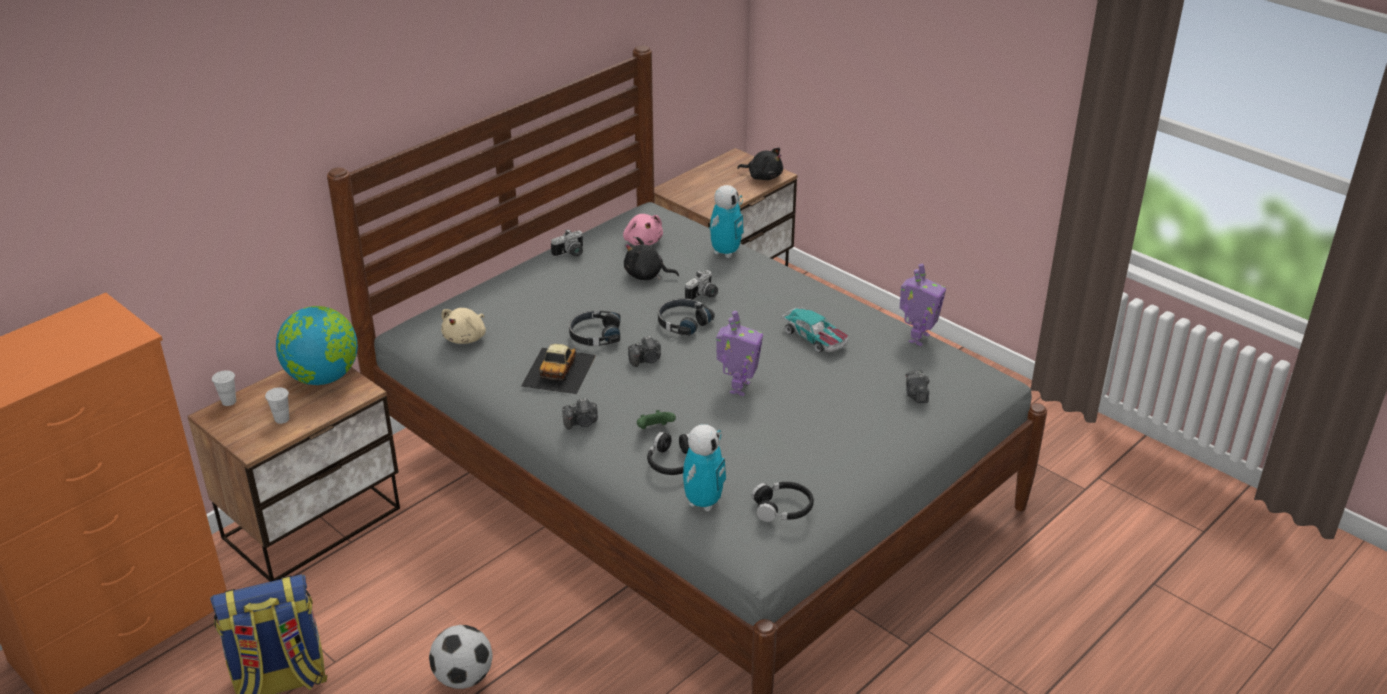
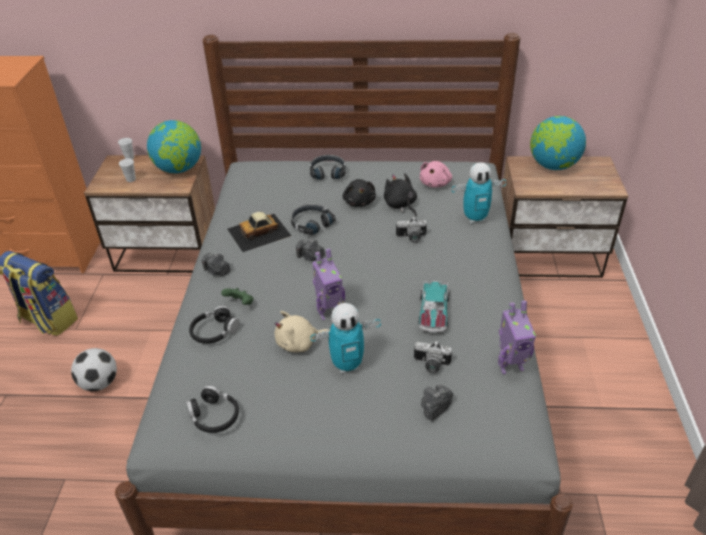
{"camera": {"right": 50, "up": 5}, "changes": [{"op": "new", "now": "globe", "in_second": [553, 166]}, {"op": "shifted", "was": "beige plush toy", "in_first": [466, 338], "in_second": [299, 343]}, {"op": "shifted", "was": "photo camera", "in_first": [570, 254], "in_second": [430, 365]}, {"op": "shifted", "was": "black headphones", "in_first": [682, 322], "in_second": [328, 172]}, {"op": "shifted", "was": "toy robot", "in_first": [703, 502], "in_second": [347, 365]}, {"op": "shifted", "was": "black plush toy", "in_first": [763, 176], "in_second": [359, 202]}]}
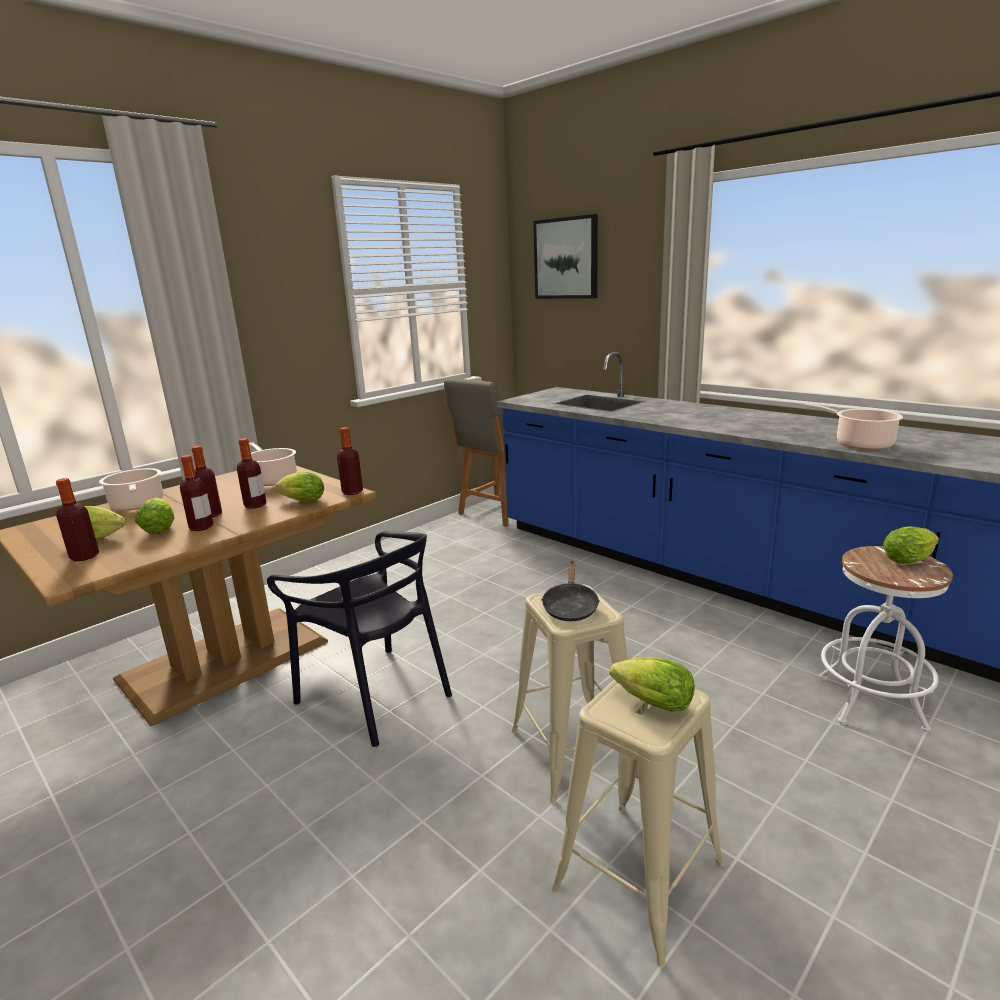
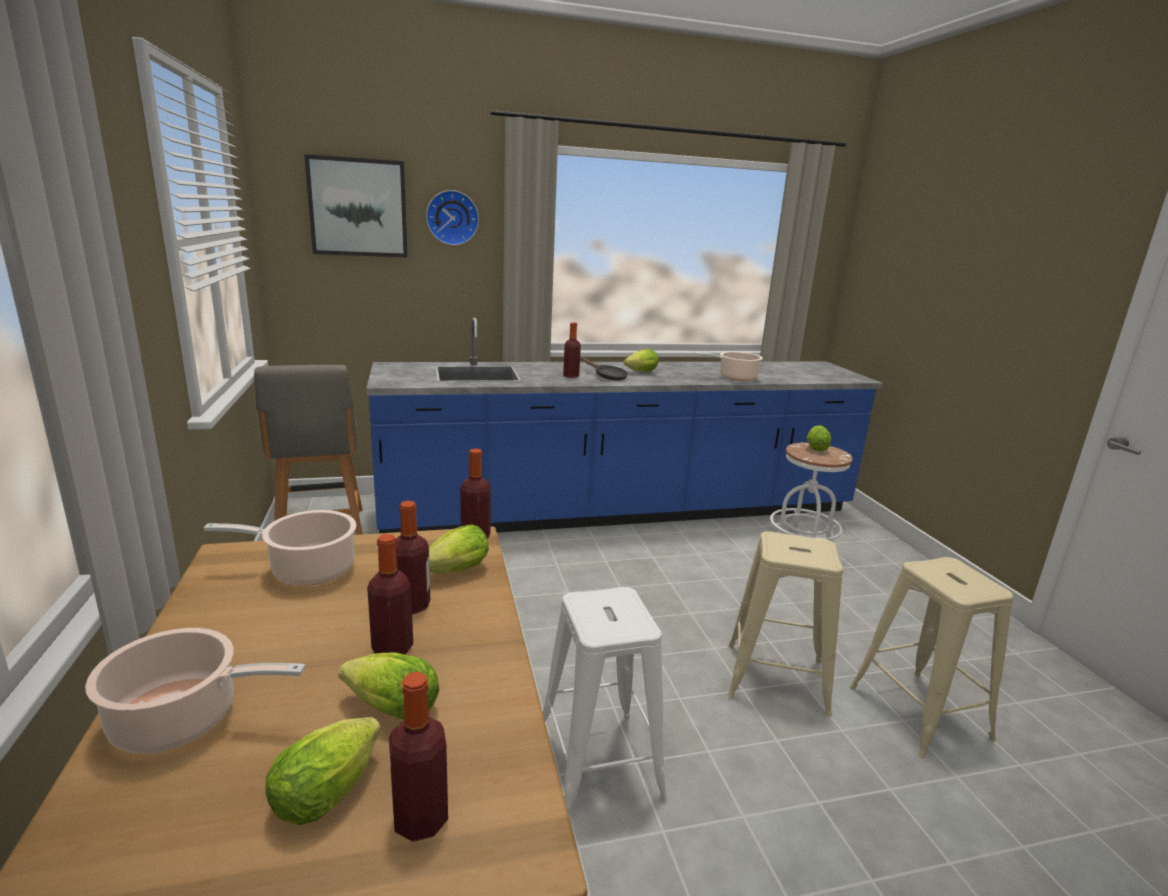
{"camera": {"right": -60, "up": 0}, "changes": [{"op": "new", "now": "wall clock", "in_second": [452, 218]}, {"op": "shifted", "was": "bottle", "in_first": [201, 527], "in_second": [571, 376]}, {"op": "shifted", "was": "black frying pan", "in_first": [570, 606], "in_second": [607, 377]}, {"op": "shifted", "was": "lettuce", "in_first": [649, 702], "in_second": [639, 372]}, {"op": "swapped", "was": "black chair", "now": "white stool", "in_first": [376, 695], "in_second": [598, 763]}]}
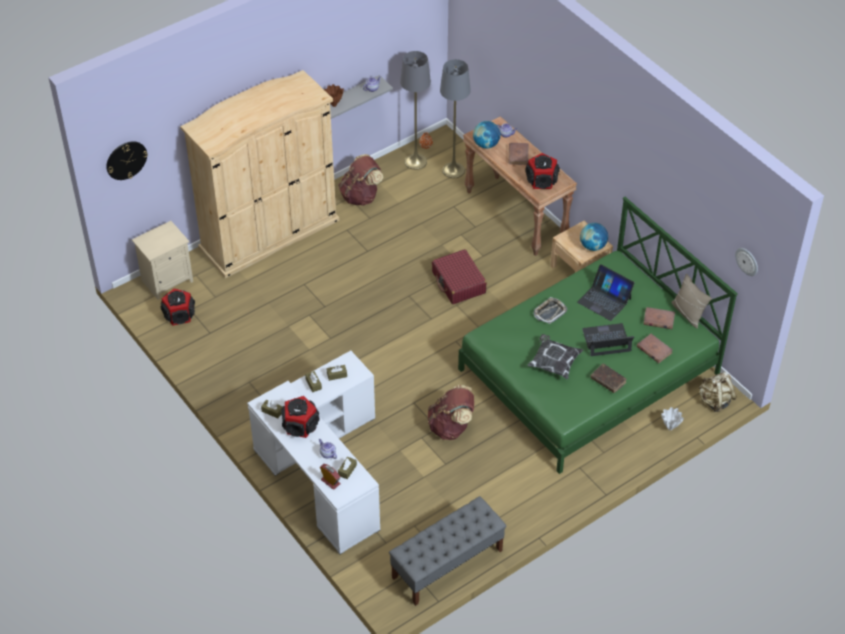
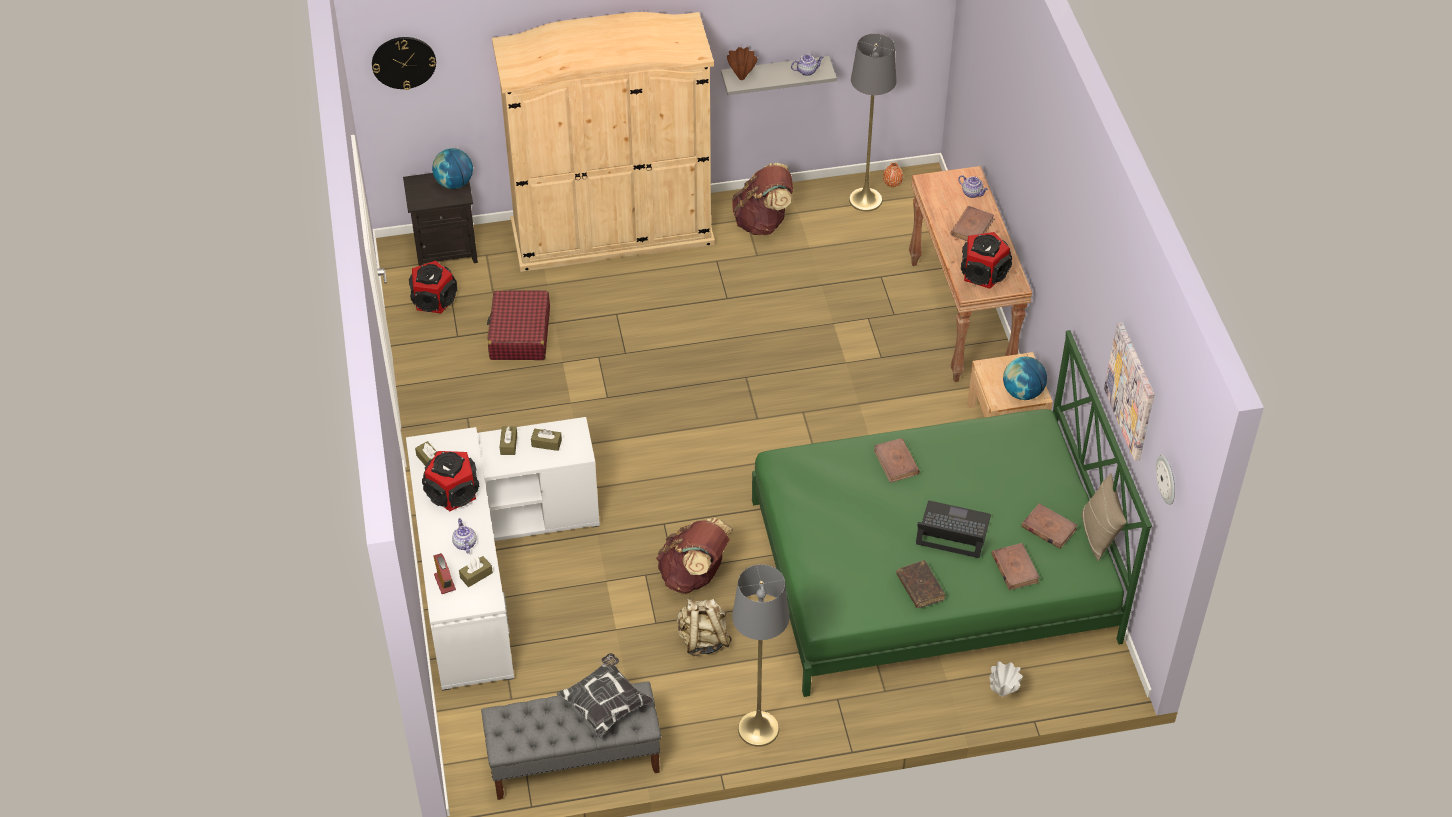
{"camera": {"right": 25, "up": 0}, "changes": [{"op": "gone", "was": "laptop", "in_first": [604, 300]}, {"op": "new", "now": "picture", "in_second": [1131, 390]}, {"op": "shifted", "was": "red suitcase", "in_first": [458, 283], "in_second": [519, 334]}, {"op": "shifted", "was": "grey floor lamp", "in_first": [453, 170], "in_second": [758, 729]}, {"op": "shifted", "was": "globe", "in_first": [486, 144], "in_second": [454, 183]}, {"op": "shifted", "was": "pillow", "in_first": [554, 363], "in_second": [606, 704]}, {"op": "shifted", "was": "beige backpack", "in_first": [714, 401], "in_second": [703, 639]}, {"op": "swapped", "was": "tray", "now": "brown book", "in_first": [549, 312], "in_second": [896, 462]}, {"op": "repainted", "was": "beige nightstand", "now": "black nightstand", "in_first": [167, 280], "in_second": [447, 250]}]}
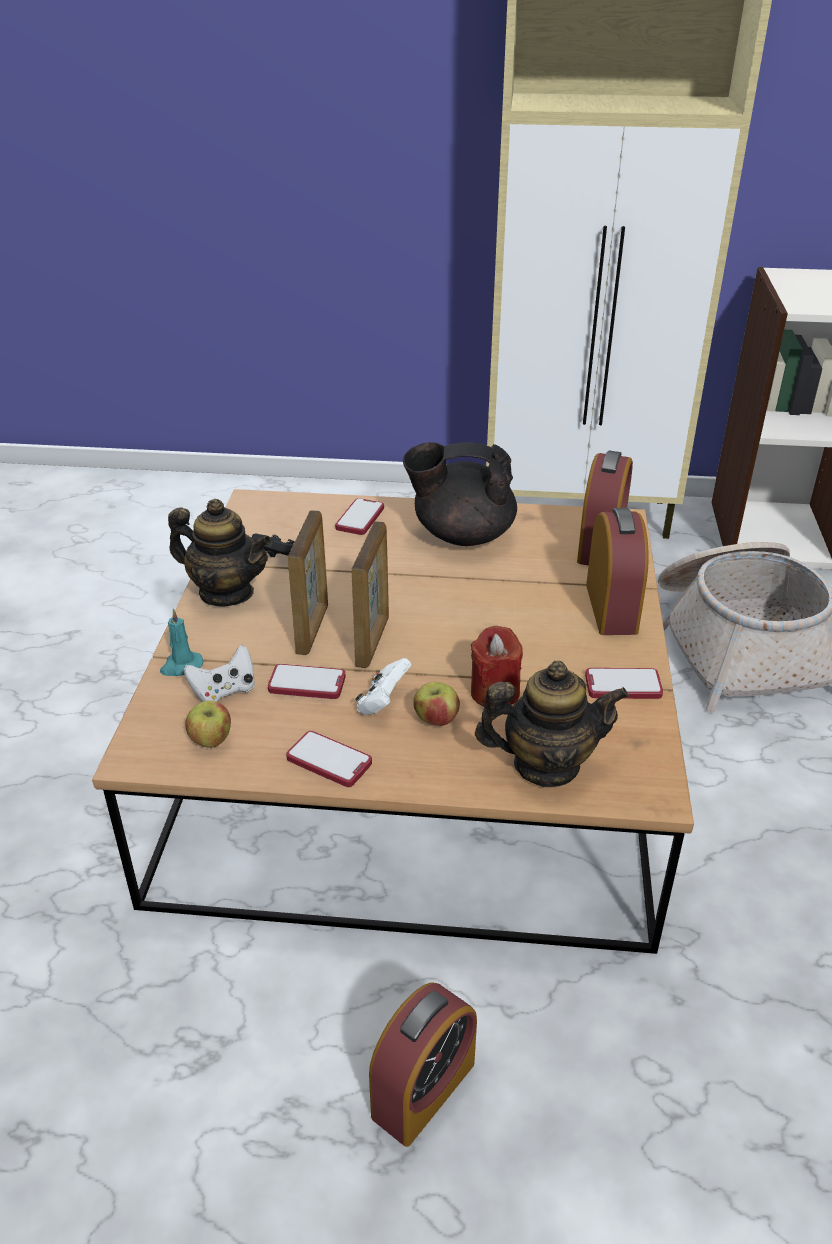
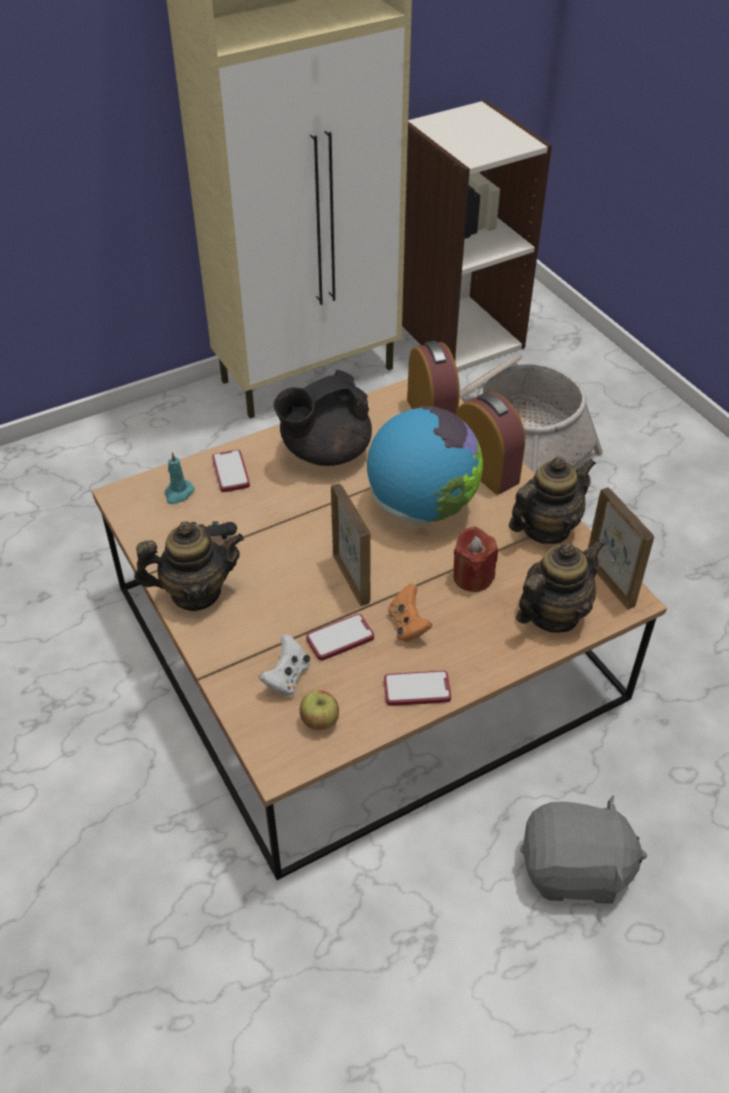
{"camera": {"right": -35, "up": 10}, "changes": [{"op": "gone", "was": "apple", "in_first": [436, 720]}, {"op": "new", "now": "globe", "in_second": [422, 507]}, {"op": "shifted", "was": "turquoise candle", "in_first": [181, 666], "in_second": [178, 493]}, {"op": "shifted", "was": "picture frame", "in_first": [313, 629], "in_second": [610, 582]}, {"op": "swapped", "was": "alarm clock", "now": "grey plush toy", "in_first": [423, 1089], "in_second": [575, 870]}, {"op": "swapped", "was": "phone", "now": "teapot", "in_first": [623, 685], "in_second": [545, 528]}, {"op": "repainted", "was": "white game controller", "now": "orange game controller", "in_first": [382, 703], "in_second": [408, 625]}]}
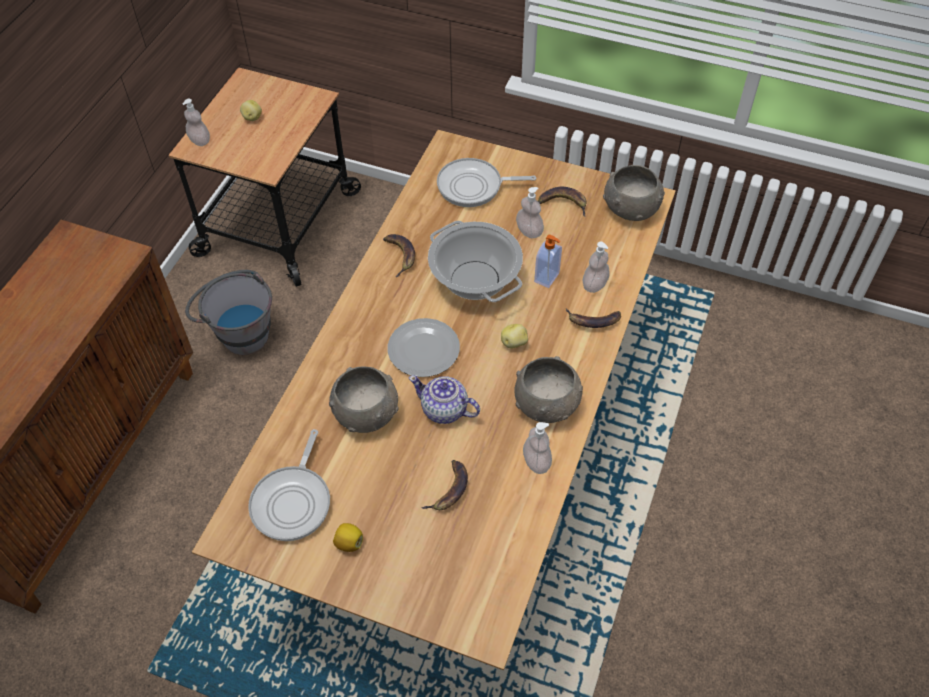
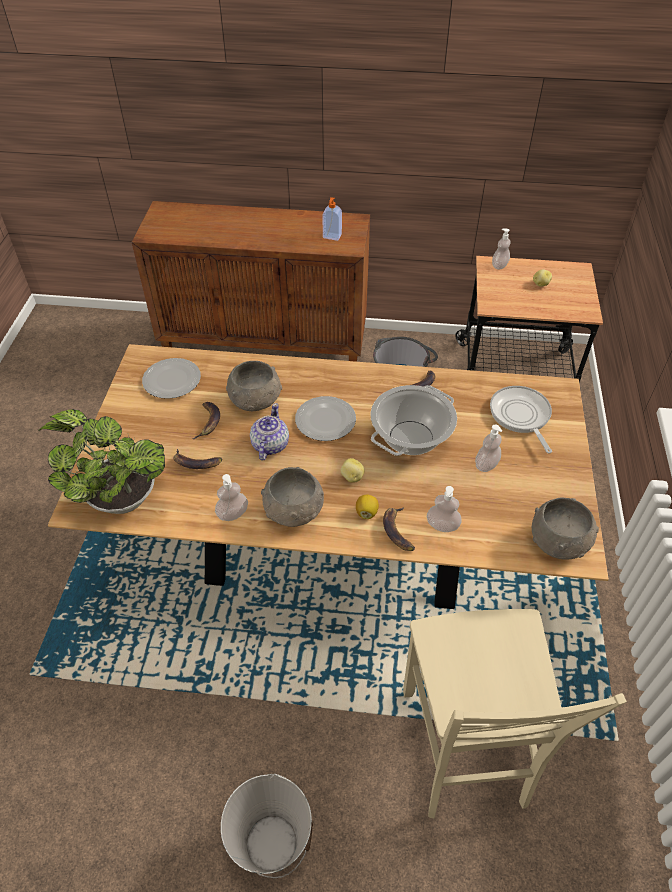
{"camera": {"right": 75, "up": -5}, "changes": [{"op": "new", "now": "potted plant", "in_second": [119, 498]}, {"op": "new", "now": "bucket", "in_second": [272, 842]}, {"op": "new", "now": "beige chair", "in_second": [465, 749]}, {"op": "shifted", "was": "lemon", "in_first": [349, 543], "in_second": [366, 512]}, {"op": "shifted", "was": "soap dispenser", "in_first": [547, 278], "in_second": [332, 236]}, {"op": "shifted", "was": "banana", "in_first": [563, 203], "in_second": [208, 422]}, {"op": "swapped", "was": "frying pan", "now": "plate", "in_first": [293, 501], "in_second": [172, 380]}]}
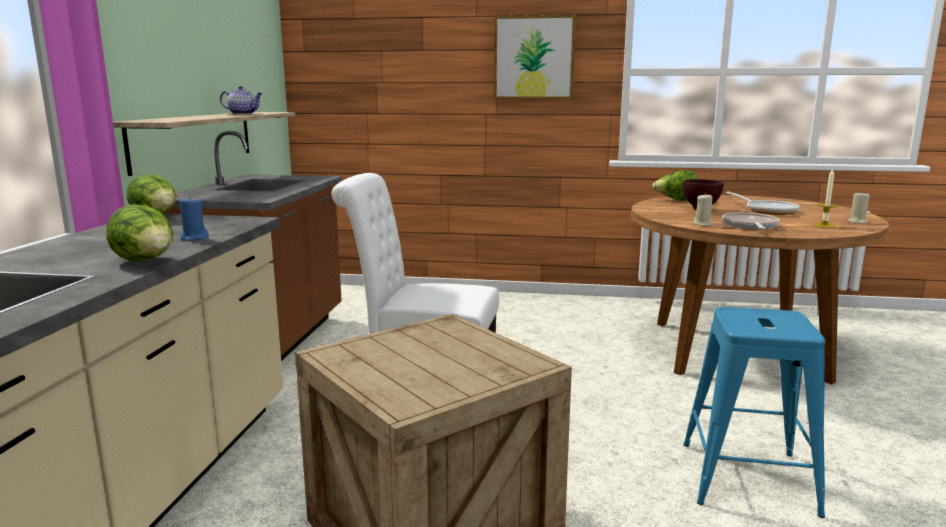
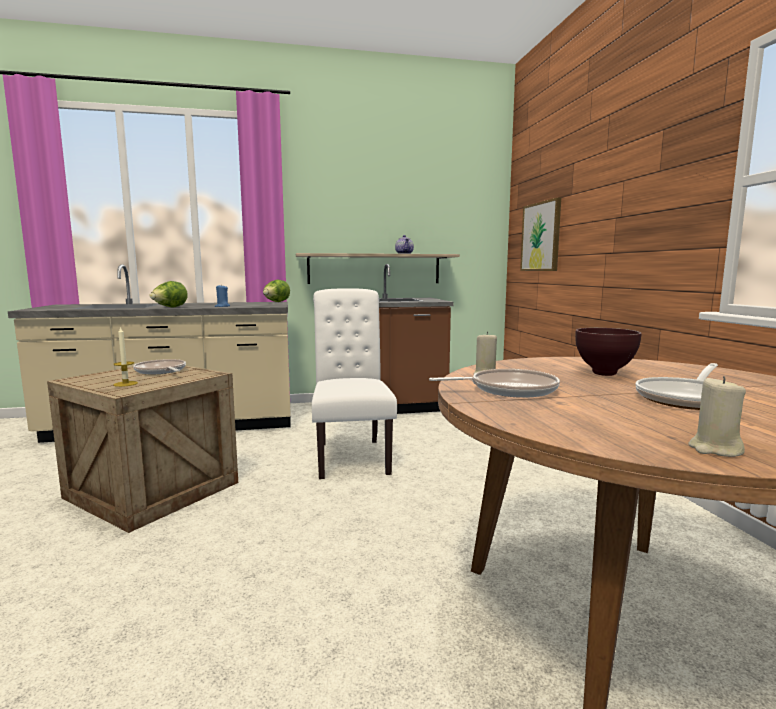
{"camera": {"right": 70, "up": -5}, "changes": [{"op": "gone", "was": "lettuce", "in_first": [676, 200]}, {"op": "gone", "was": "blue stool", "in_first": [746, 477]}, {"op": "new", "now": "frying pan", "in_second": [161, 371]}, {"op": "shifted", "was": "picture", "in_first": [534, 57], "in_second": [541, 237]}, {"op": "shifted", "was": "candle", "in_first": [824, 225], "in_second": [125, 384]}]}
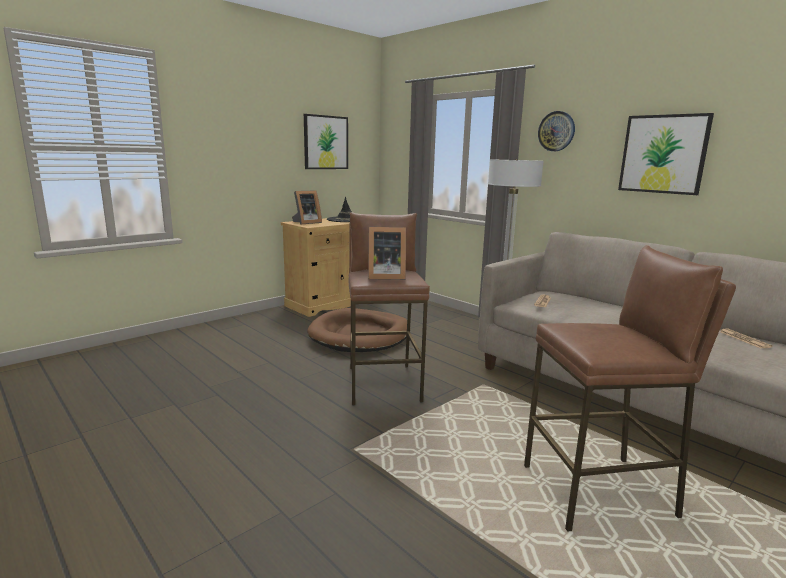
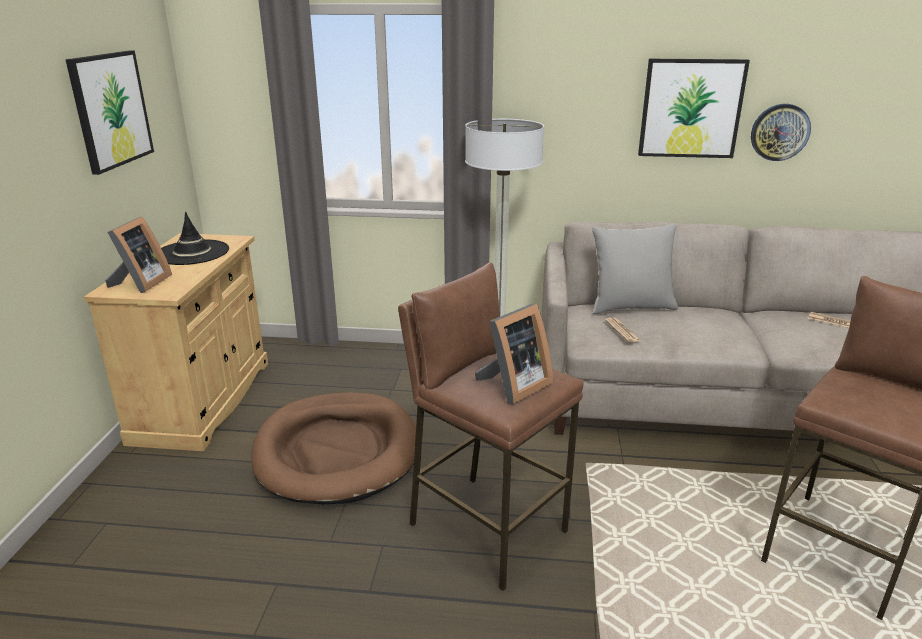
{"camera": {"right": -40, "up": 10}, "changes": [{"op": "new", "now": "grey pillow", "in_second": [630, 307]}, {"op": "shifted", "was": "wall clock", "in_first": [556, 131], "in_second": [779, 132]}]}
